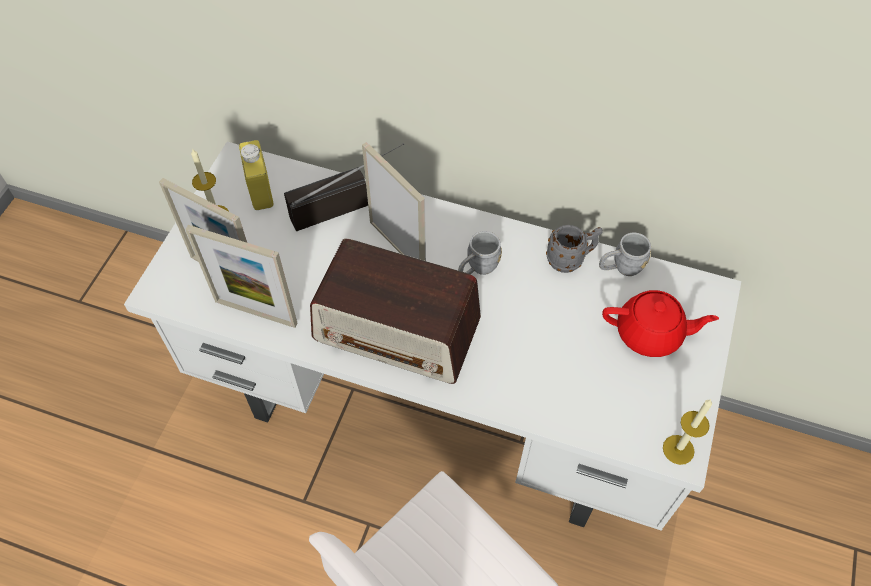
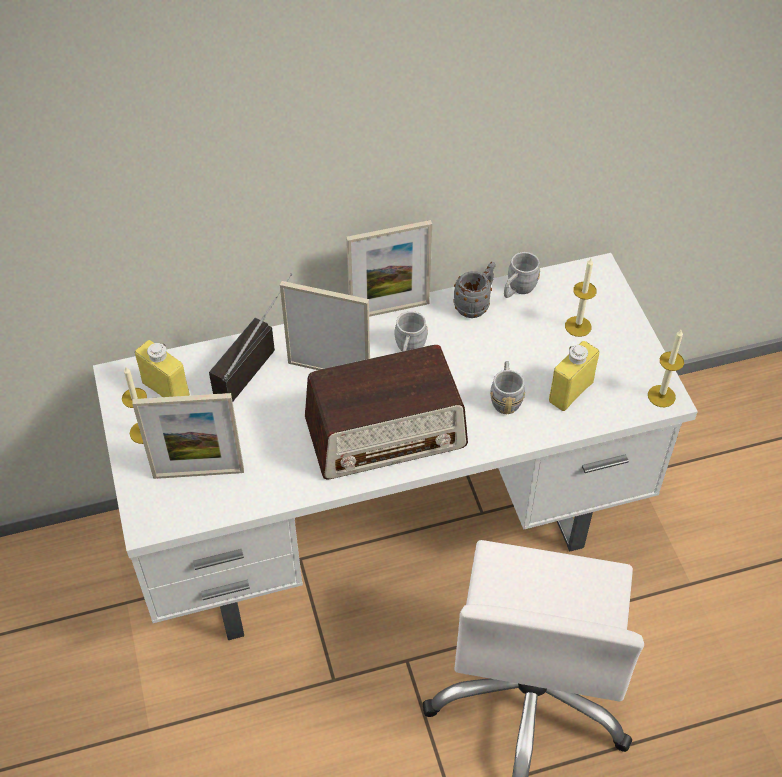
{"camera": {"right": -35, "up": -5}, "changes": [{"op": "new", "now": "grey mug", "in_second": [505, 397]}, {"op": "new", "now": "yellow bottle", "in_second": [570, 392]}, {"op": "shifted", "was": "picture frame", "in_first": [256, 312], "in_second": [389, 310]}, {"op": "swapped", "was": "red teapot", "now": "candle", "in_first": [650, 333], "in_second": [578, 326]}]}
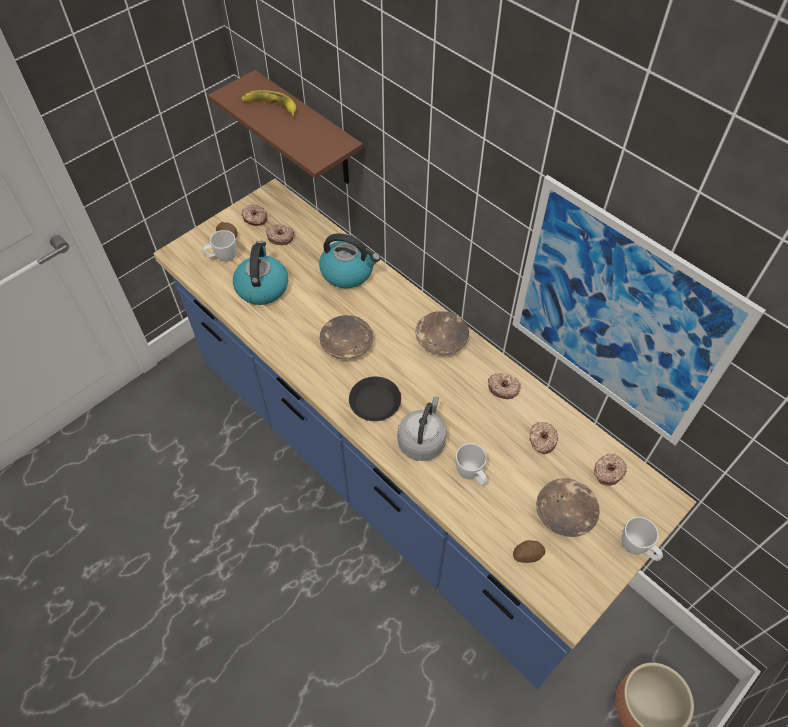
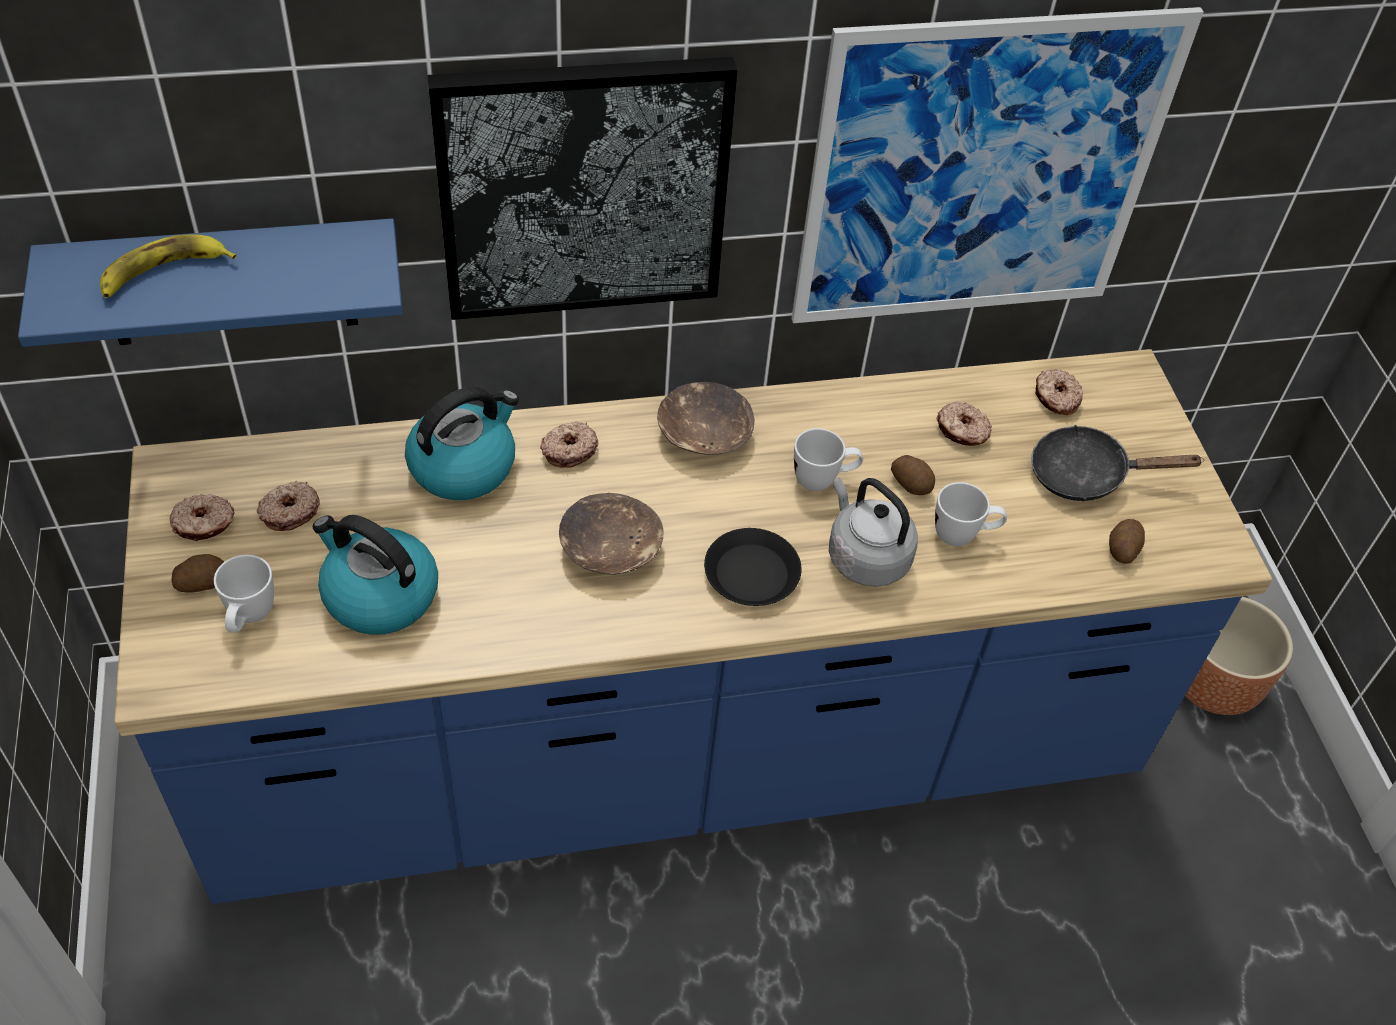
{"camera": {"right": -60, "up": -5}, "changes": [{"op": "new", "now": "picture", "in_second": [583, 188]}, {"op": "new", "now": "potato", "in_second": [911, 484]}, {"op": "shifted", "was": "donut", "in_first": [503, 388], "in_second": [569, 450]}, {"op": "shifted", "was": "white mug", "in_first": [637, 549], "in_second": [823, 480]}, {"op": "swapped", "was": "brown bowl", "now": "black frying pan", "in_first": [565, 513], "in_second": [1087, 475]}, {"op": "repainted", "was": "brown shelf", "now": "blue shelf", "in_first": [309, 131], "in_second": [228, 283]}]}
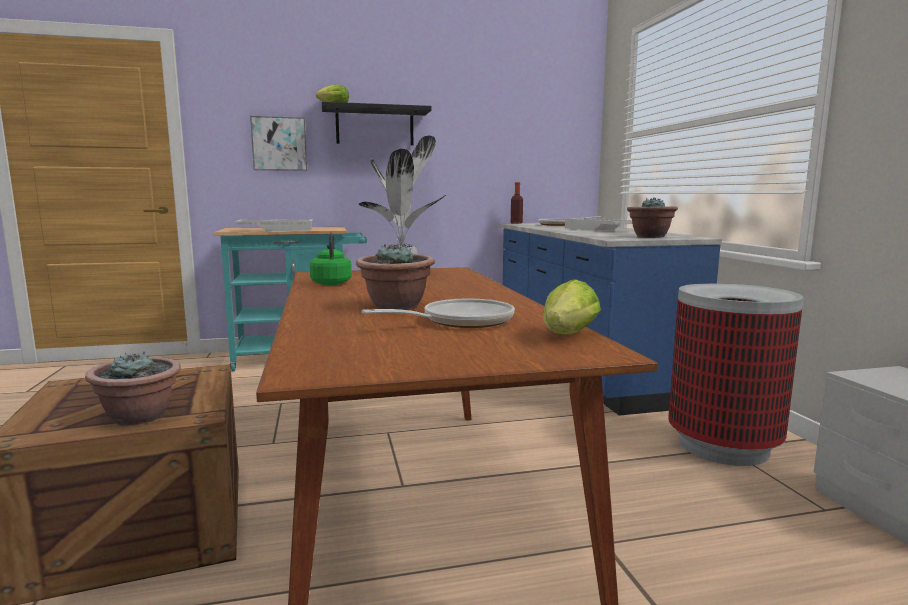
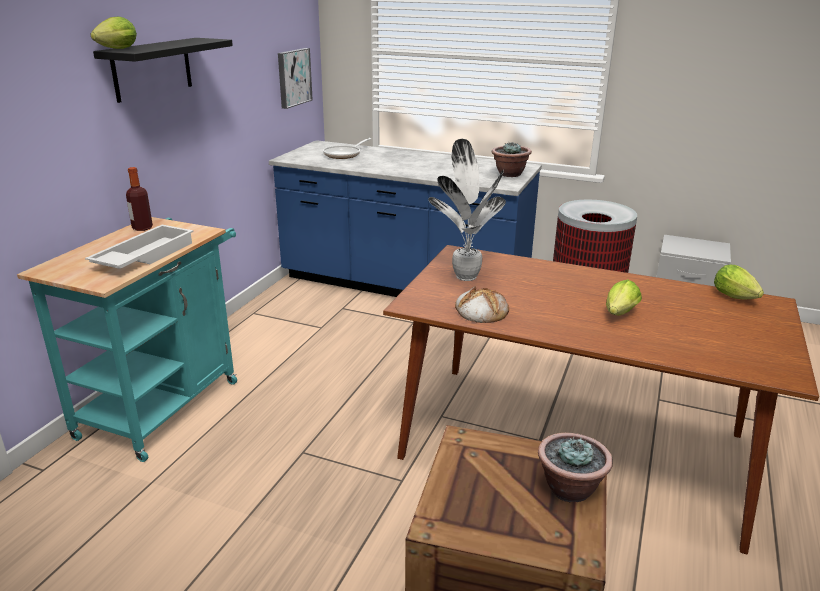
{"camera": {"right": -55, "up": 15}, "changes": [{"op": "gone", "was": "frying pan", "in_first": [460, 321]}, {"op": "gone", "was": "white tray", "in_first": [596, 229]}, {"op": "shifted", "was": "picture", "in_first": [279, 144], "in_second": [293, 77]}, {"op": "shifted", "was": "bottle", "in_first": [516, 223], "in_second": [142, 228]}, {"op": "swapped", "was": "green kettle", "now": "bread", "in_first": [331, 283], "in_second": [481, 311]}, {"op": "swapped", "was": "potted plant", "now": "lettuce", "in_first": [396, 307], "in_second": [619, 314]}]}
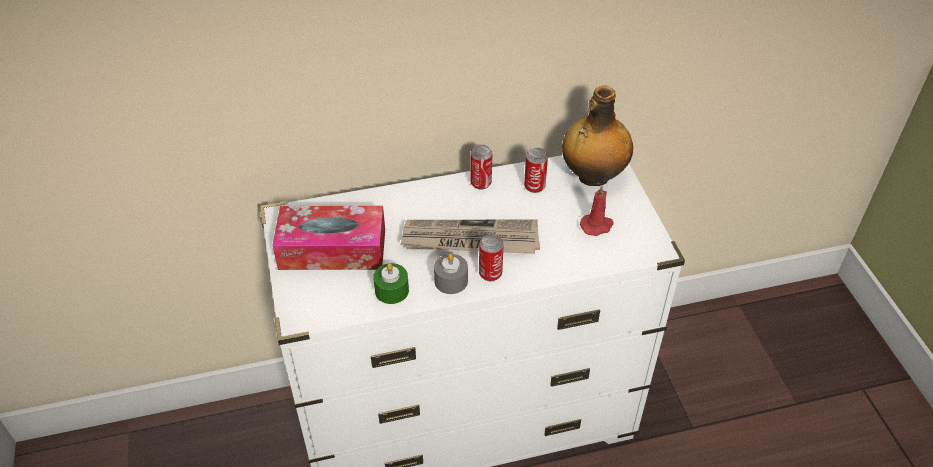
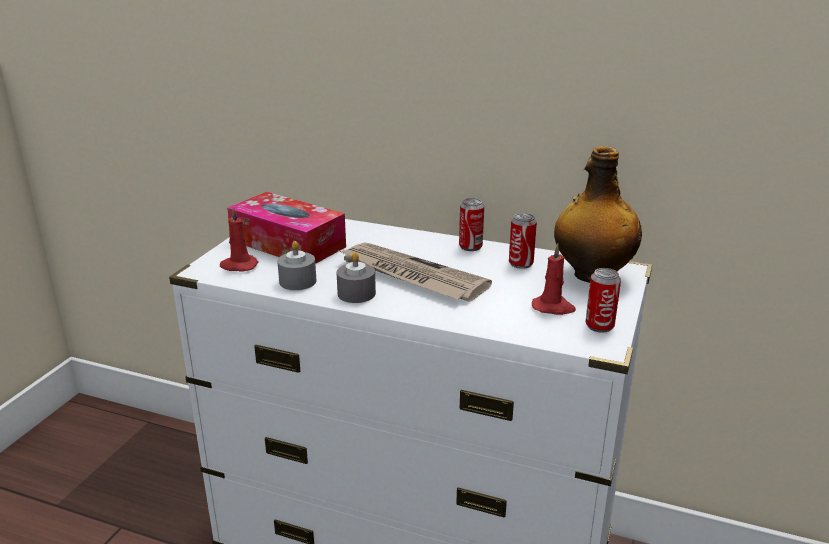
{"camera": {"right": 35, "up": -20}, "changes": [{"op": "new", "now": "red candle", "in_second": [238, 266]}, {"op": "shifted", "was": "can", "in_first": [490, 273], "in_second": [599, 326]}, {"op": "repainted", "was": "green candle", "now": "grey candle", "in_first": [392, 290], "in_second": [297, 281]}]}
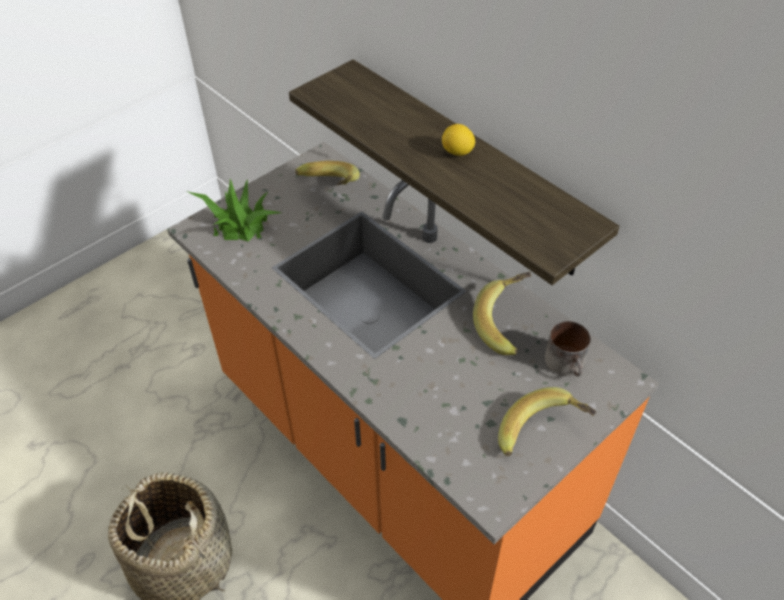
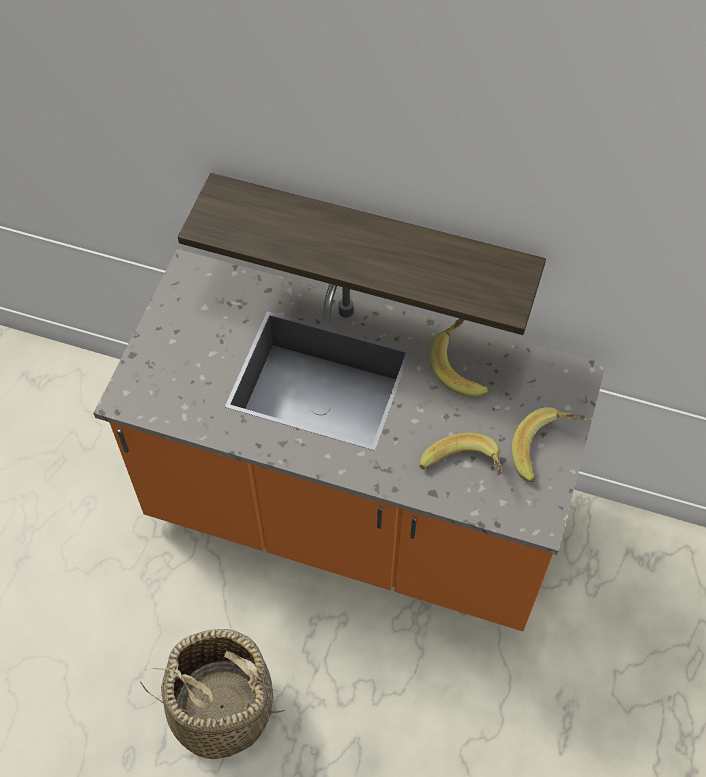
{"camera": {"right": -30, "up": 10}, "changes": [{"op": "gone", "was": "potted plant", "in_first": [239, 224]}, {"op": "gone", "was": "lemon", "in_first": [457, 152]}, {"op": "gone", "was": "mug", "in_first": [568, 364]}, {"op": "shifted", "was": "banana", "in_first": [327, 189], "in_second": [463, 470]}]}
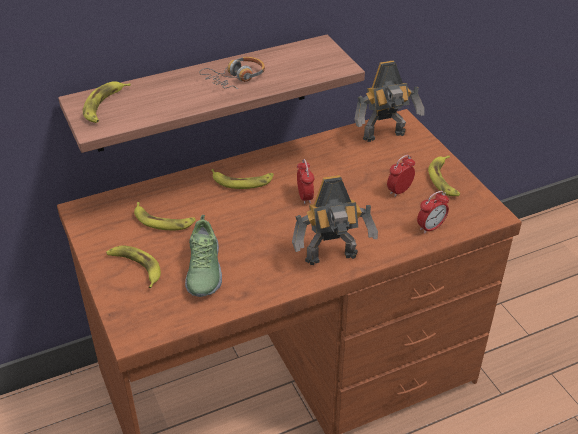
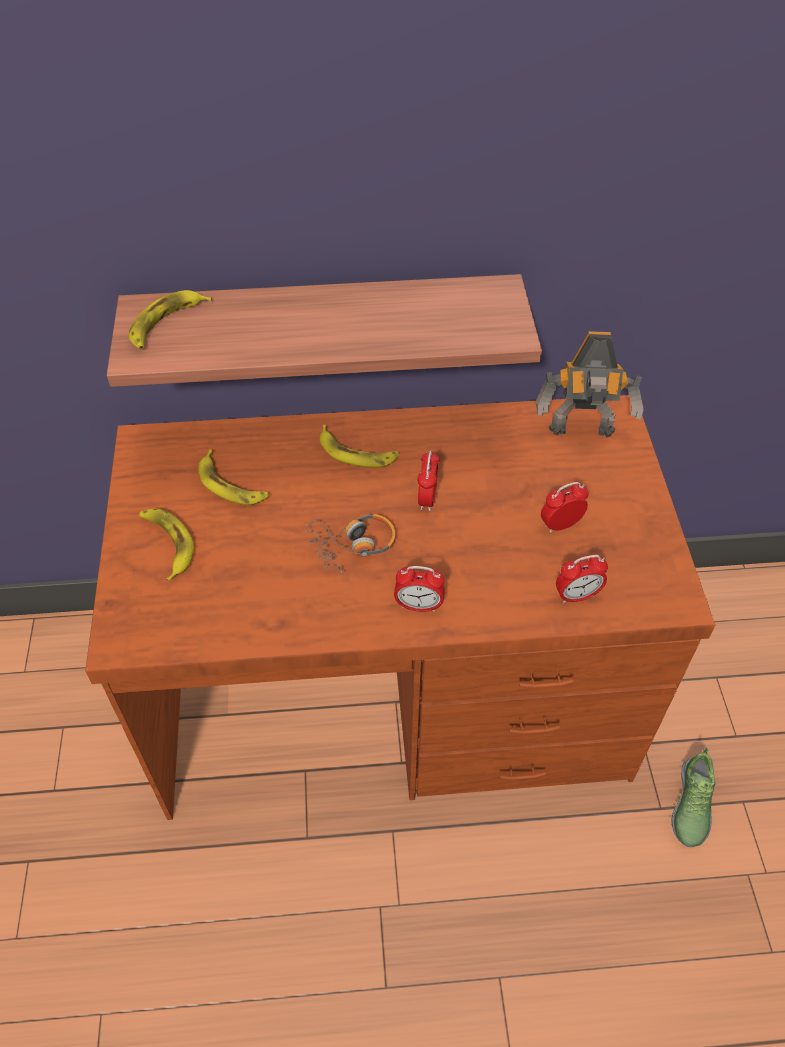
{"camera": {"right": 20, "up": 10}, "changes": [{"op": "gone", "was": "banana", "in_first": [444, 180]}, {"op": "shifted", "was": "shoe", "in_first": [203, 270], "in_second": [691, 805]}, {"op": "shifted", "was": "headphones", "in_first": [236, 78], "in_second": [354, 545]}, {"op": "swapped", "was": "toy robot", "now": "alarm clock", "in_first": [332, 259], "in_second": [418, 606]}]}
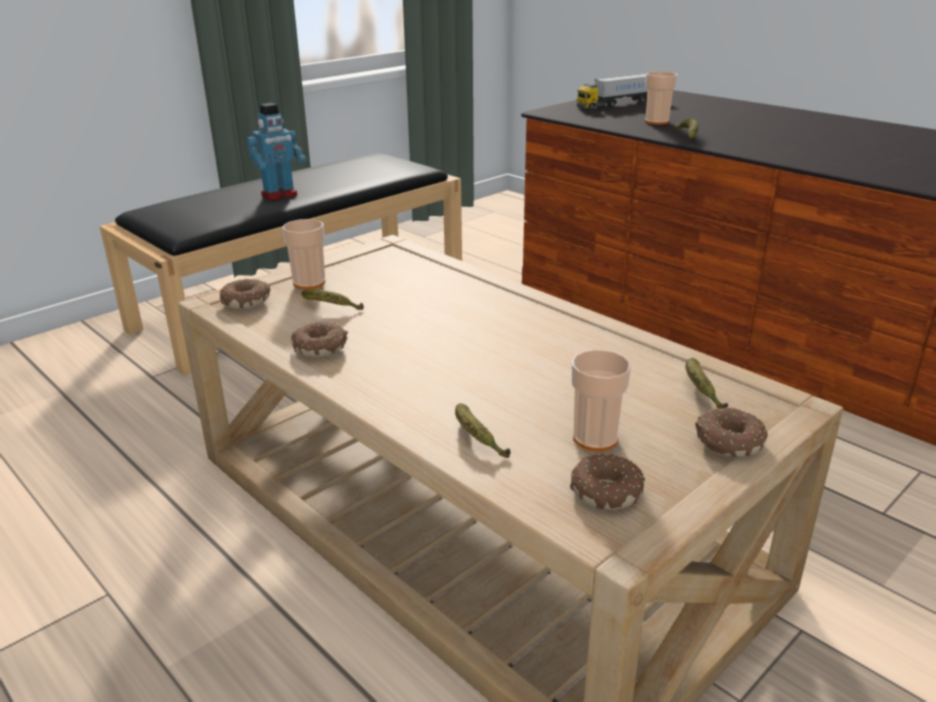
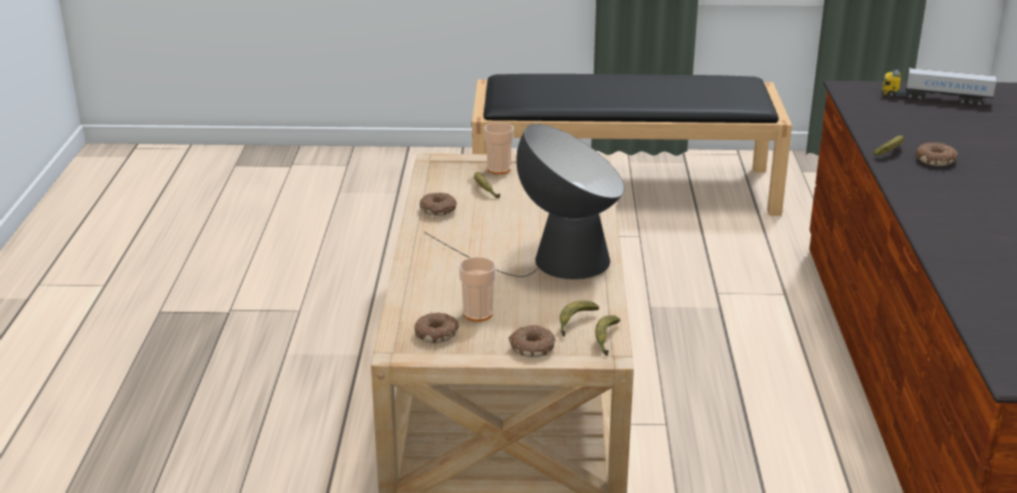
{"camera": {"right": 45, "up": 0}, "changes": [{"op": "gone", "was": "toy robot", "in_first": [280, 195]}, {"op": "gone", "was": "cup", "in_first": [656, 121]}, {"op": "new", "now": "table lamp", "in_second": [557, 260]}, {"op": "shifted", "was": "donut", "in_first": [246, 301], "in_second": [936, 160]}, {"op": "shifted", "was": "banana", "in_first": [476, 438], "in_second": [605, 339]}]}
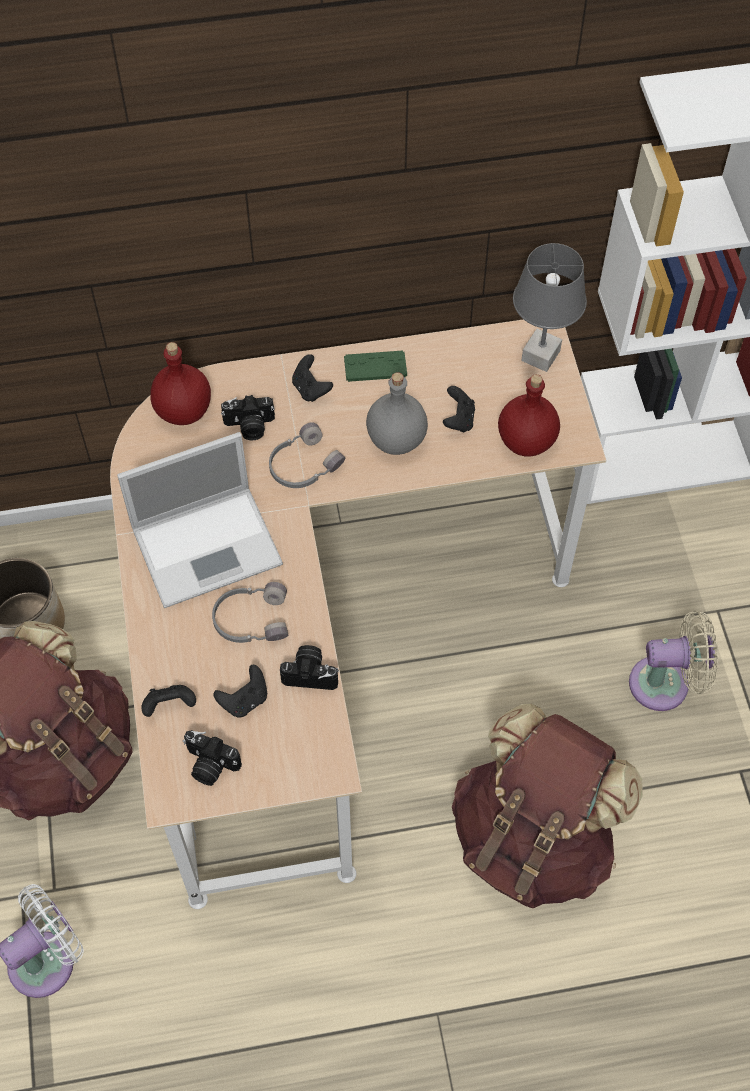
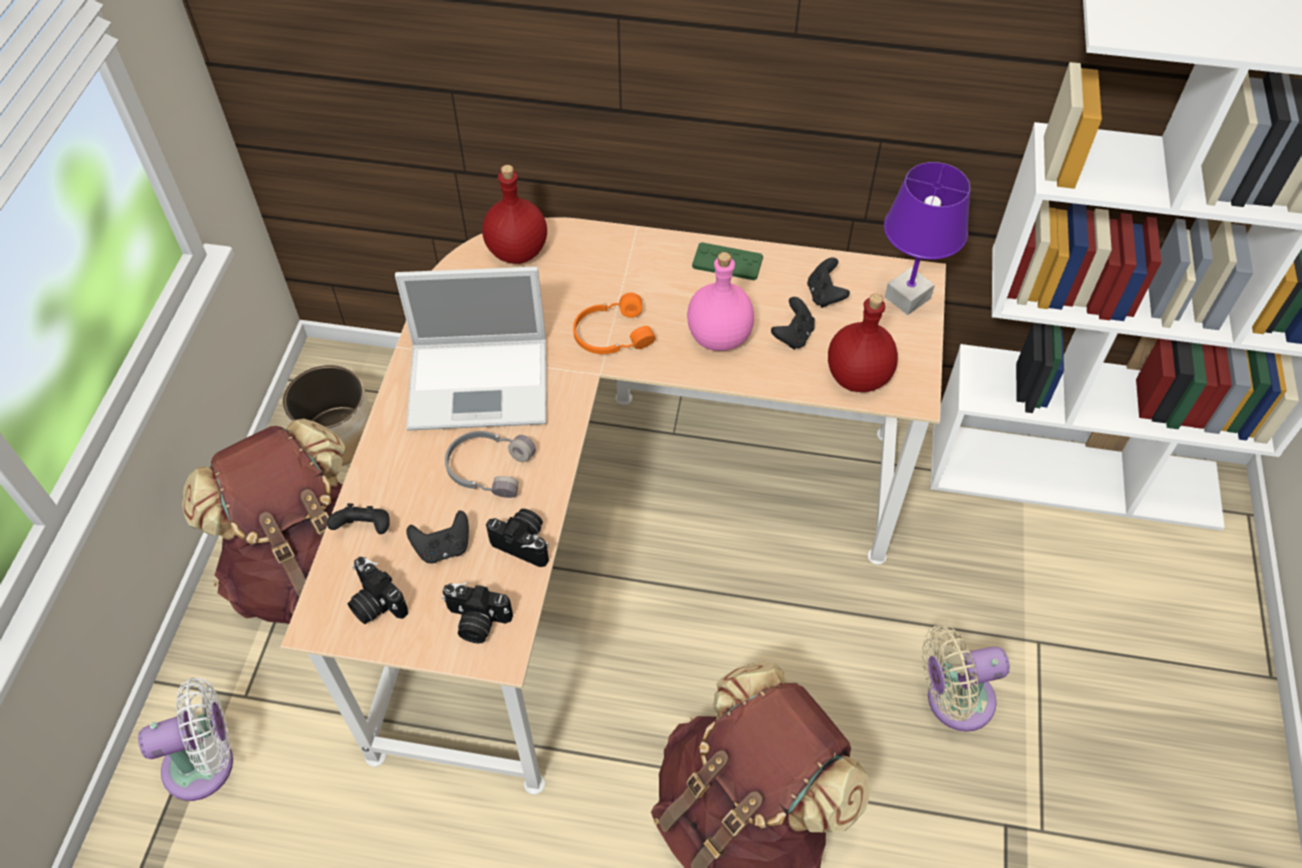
{"camera": {"right": 20, "up": -5}, "changes": [{"op": "shifted", "was": "photo camera", "in_first": [249, 427], "in_second": [476, 622]}, {"op": "shifted", "was": "black game controller", "in_first": [311, 389], "in_second": [825, 295]}, {"op": "repainted", "was": "grey headphones", "now": "orange headphones", "in_first": [303, 465], "in_second": [611, 334]}, {"op": "repainted", "was": "grey bottle", "now": "pink bottle", "in_first": [395, 439], "in_second": [717, 336]}, {"op": "repainted", "was": "grey table lamp", "now": "purple table lamp", "in_first": [540, 355], "in_second": [907, 297]}, {"op": "rotated", "was": "beige fan", "in_first": [666, 683], "in_second": [953, 700], "clockwise": 150}]}
